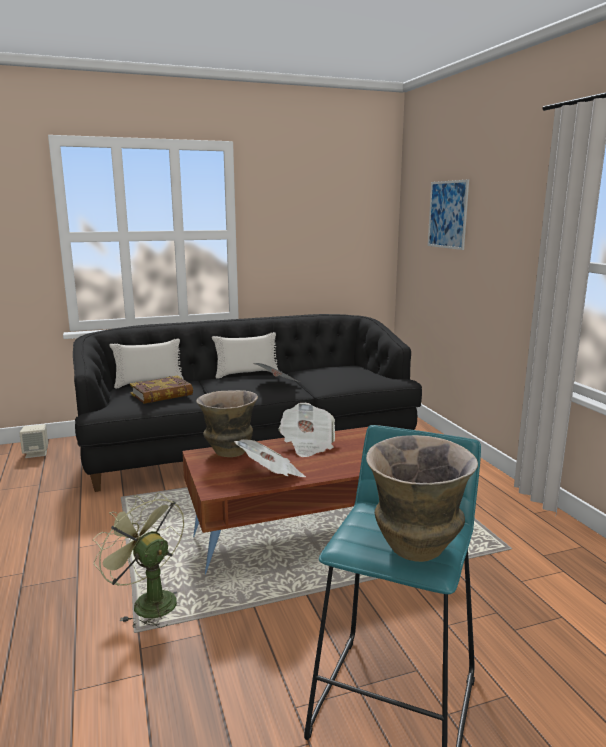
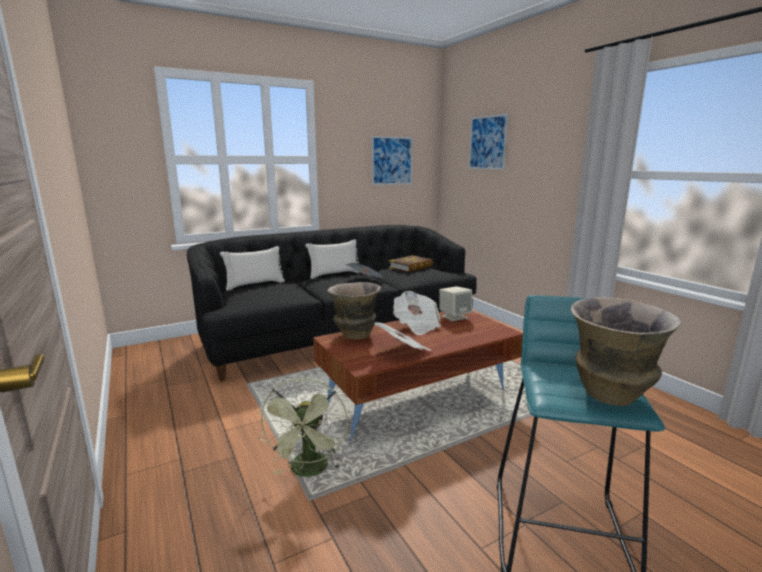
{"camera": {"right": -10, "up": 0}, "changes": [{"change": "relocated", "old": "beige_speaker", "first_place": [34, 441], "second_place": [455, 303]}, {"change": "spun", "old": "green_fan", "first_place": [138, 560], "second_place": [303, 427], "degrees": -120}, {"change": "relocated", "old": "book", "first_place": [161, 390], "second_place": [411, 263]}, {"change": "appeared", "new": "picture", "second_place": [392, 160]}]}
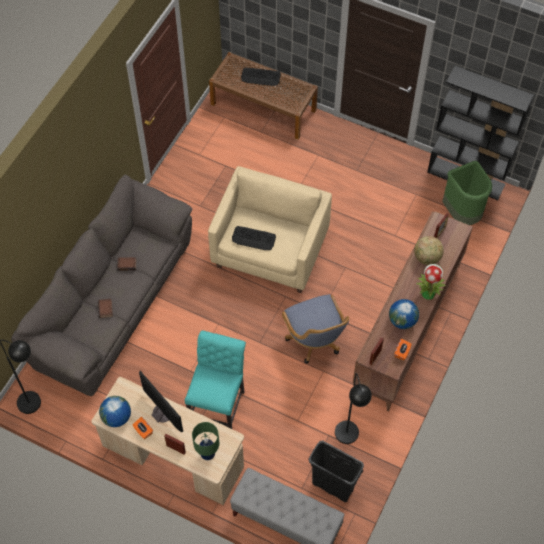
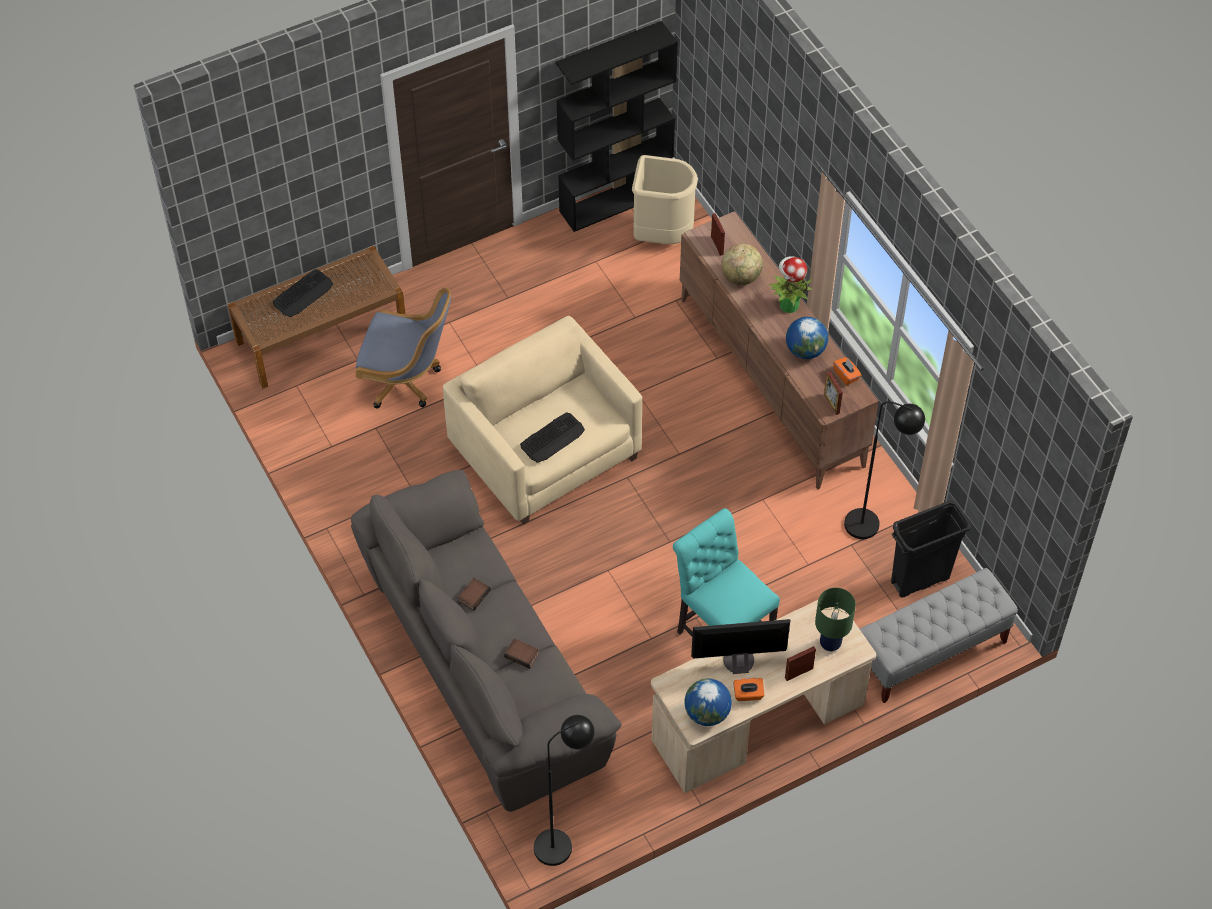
{"camera": {"right": -55, "up": -5}, "changes": [{"change": "relocated", "old": "blue_office_chair", "first_place": [315, 328], "second_place": [403, 348]}, {"change": "colour", "old": "green_trash_can", "new": "beige_trash_can", "first_place": [467, 193], "second_place": [665, 199]}]}
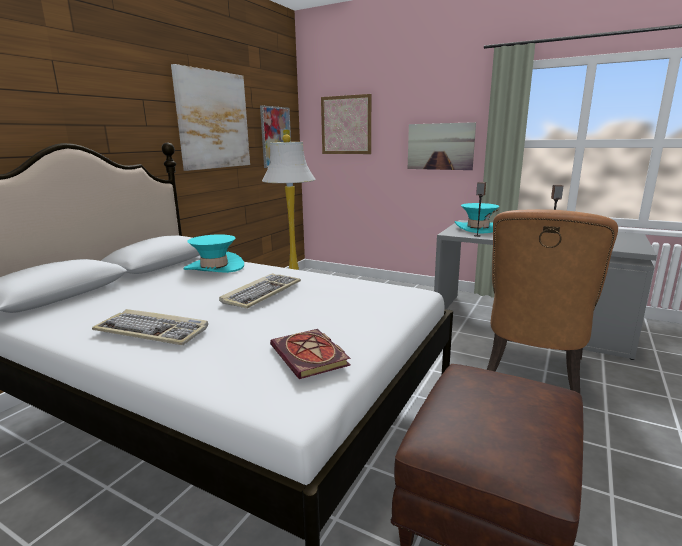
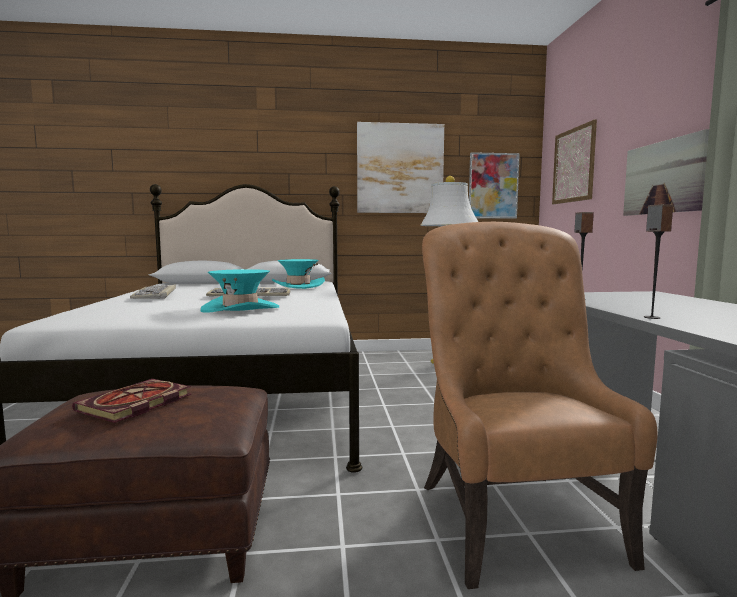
{"camera": {"right": 55, "up": -10}, "changes": [{"change": "relocated", "old": "book", "first_place": [310, 354], "second_place": [131, 401]}, {"change": "relocated", "old": "turquoise_hat", "first_place": [477, 218], "second_place": [239, 291]}, {"change": "spun", "old": "brown_chair", "first_place": [552, 301], "second_place": [540, 405], "degrees": 90}]}
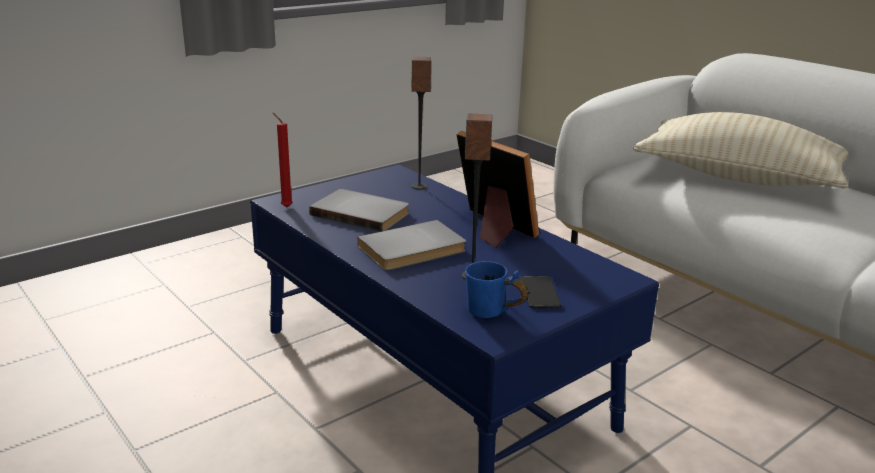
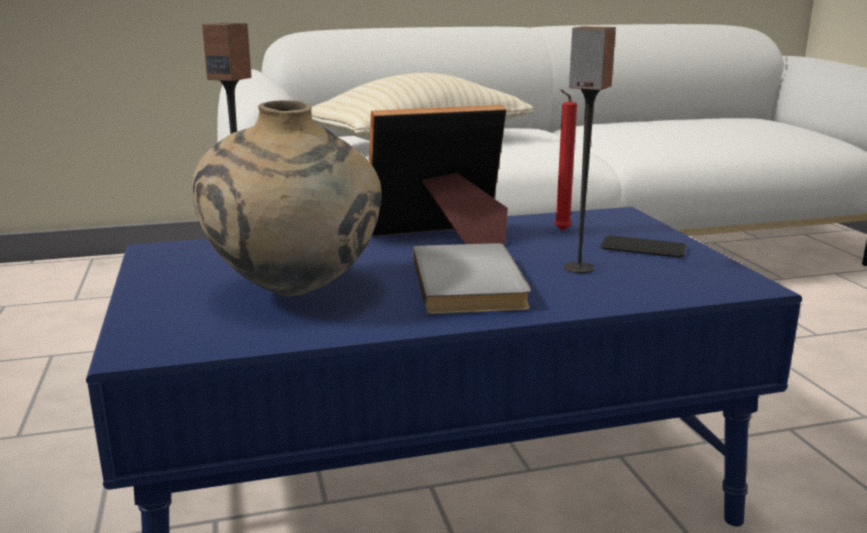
{"camera": {"right": -65, "up": -5}, "changes": [{"change": "relocated", "old": "red_candle", "first_place": [283, 160], "second_place": [565, 160]}, {"change": "exchanged", "old": "grey_book", "new": "beige_vase", "first_place": [359, 210], "second_place": [286, 198]}, {"change": "missing", "old": "blue_mug", "first_place": [496, 289]}]}
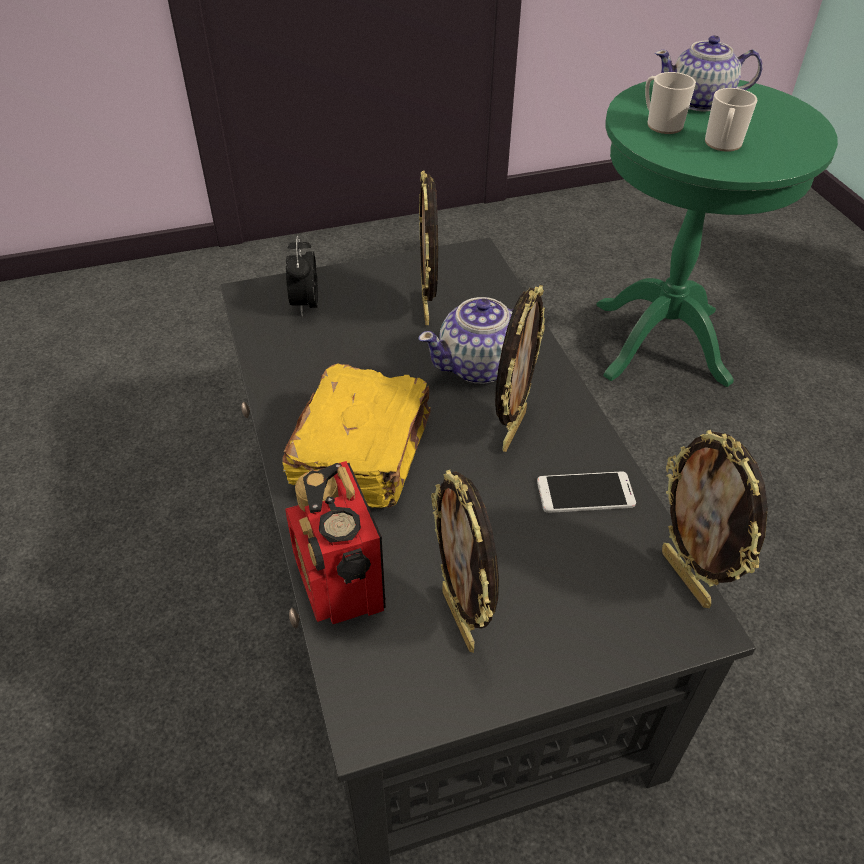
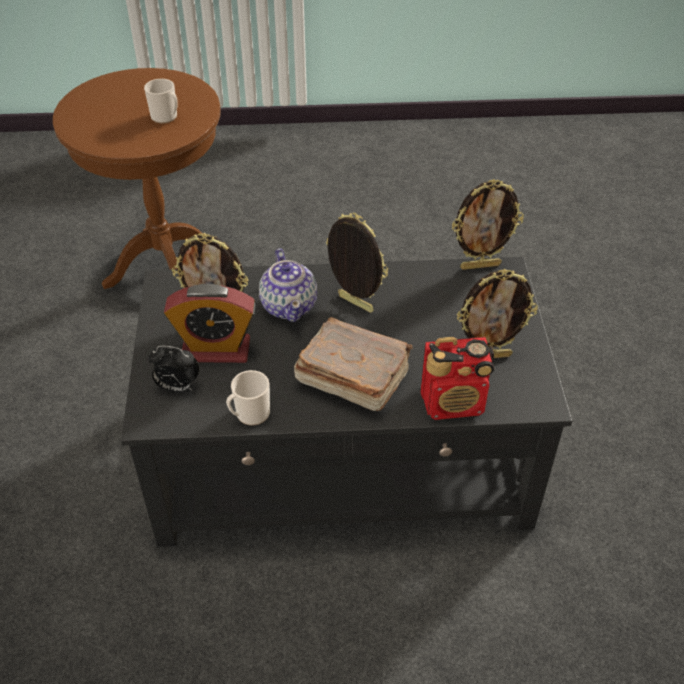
{"camera": {"right": -75, "up": 0}, "changes": [{"change": "colour", "old": "yellow_book", "new": "brown_book", "first_place": [356, 436], "second_place": [353, 364]}, {"change": "missing", "old": "phone", "first_place": [586, 492]}, {"change": "colour", "old": "green_side_table", "new": "brown_side_table", "first_place": [717, 233], "second_place": [137, 178]}, {"change": "relocated", "old": "mug", "first_place": [670, 103], "second_place": [248, 397]}, {"change": "missing", "old": "teapot", "first_place": [709, 73]}, {"change": "appeared", "new": "alarm_clock", "second_place": [210, 323]}]}
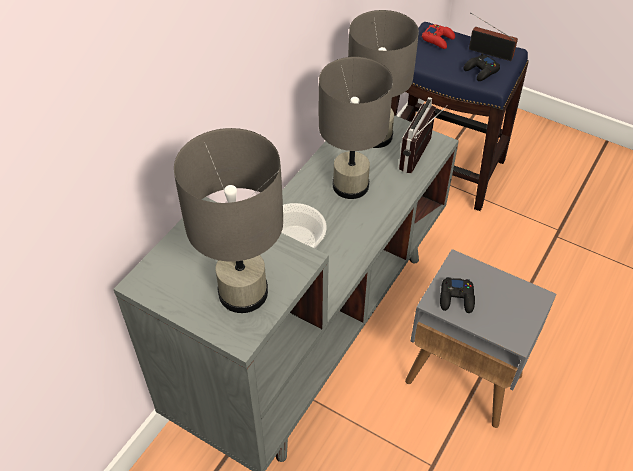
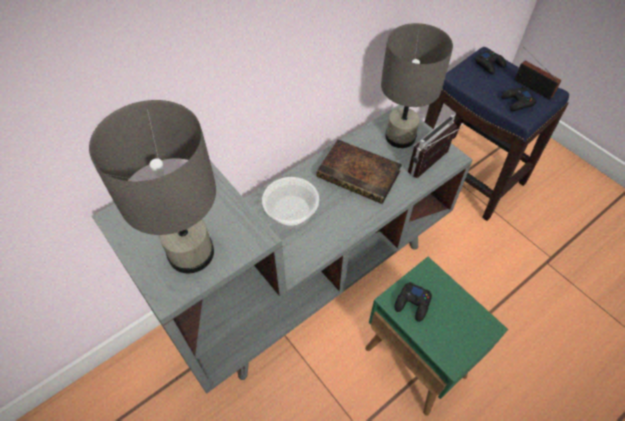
{"camera": {"right": 20, "up": 5}, "changes": [{"change": "exchanged", "old": "grey_table_lamp", "new": "book", "first_place": [356, 128], "second_place": [359, 171]}, {"change": "colour", "old": "grey_side_table", "new": "green_side_table", "first_place": [480, 338], "second_place": [436, 336]}, {"change": "colour", "old": "red_game_controller", "new": "black_game_controller", "first_place": [438, 36], "second_place": [490, 62]}]}
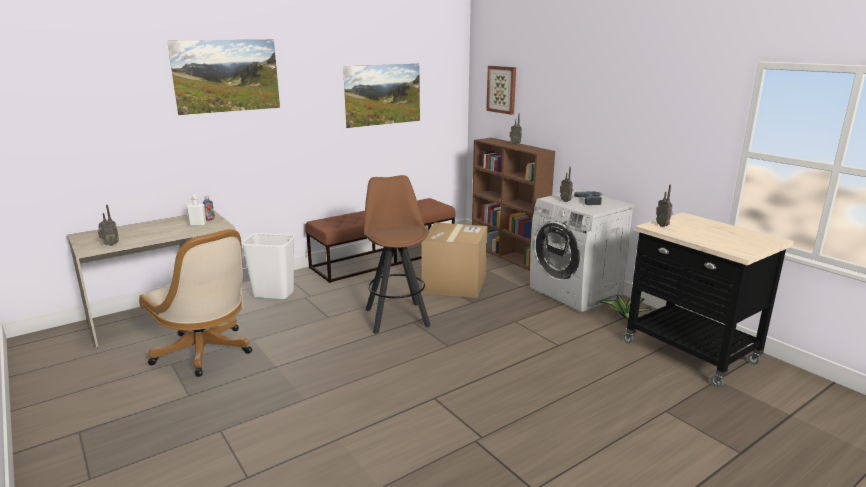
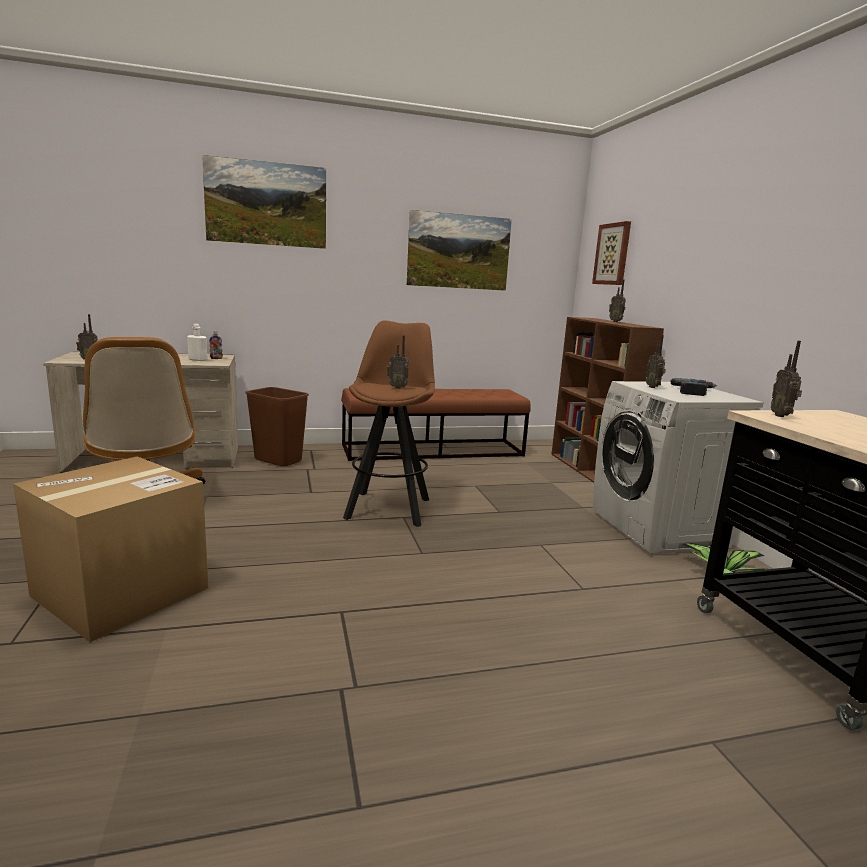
{"camera": {"right": 20, "up": -5}, "changes": [{"change": "colour", "old": "white_trash_can", "new": "brown_trash_can", "first_place": [268, 266], "second_place": [277, 427]}, {"change": "relocated", "old": "cardboard_box", "first_place": [454, 260], "second_place": [110, 549]}, {"change": "appeared", "new": "radio", "second_place": [398, 362]}]}
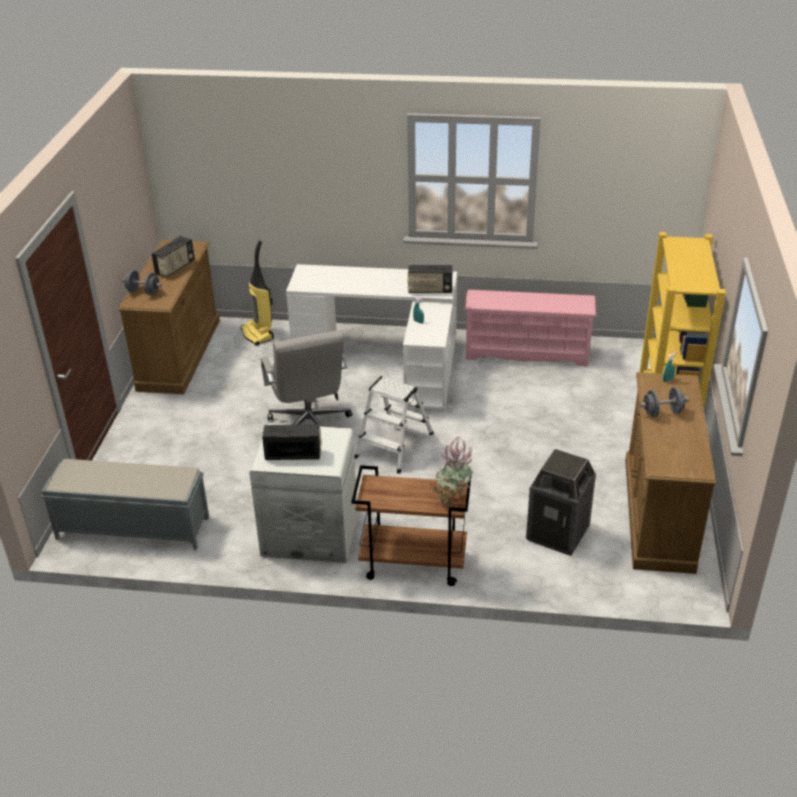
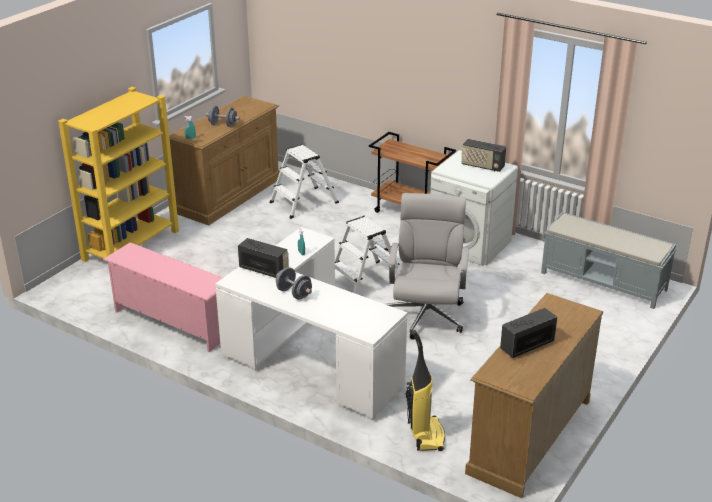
{"camera": {"right": -155, "up": -5}, "changes": [{"change": "relocated", "old": "grey_dumbbell", "first_place": [142, 282], "second_place": [294, 283]}, {"change": "missing", "old": "potted_plant", "first_place": [451, 472]}, {"change": "exchanged", "old": "trash_can", "new": "white_step_ladder", "first_place": [561, 502], "second_place": [304, 181]}]}
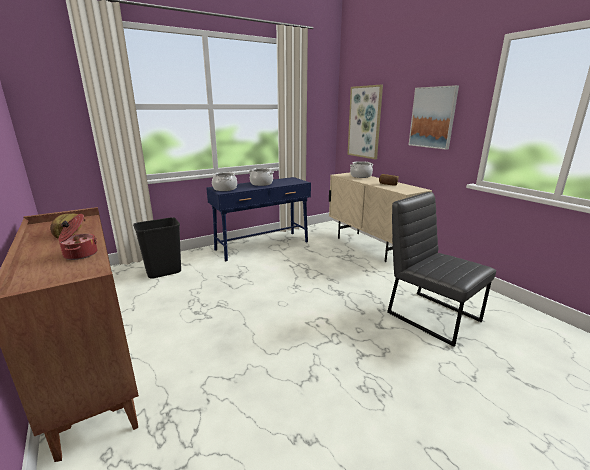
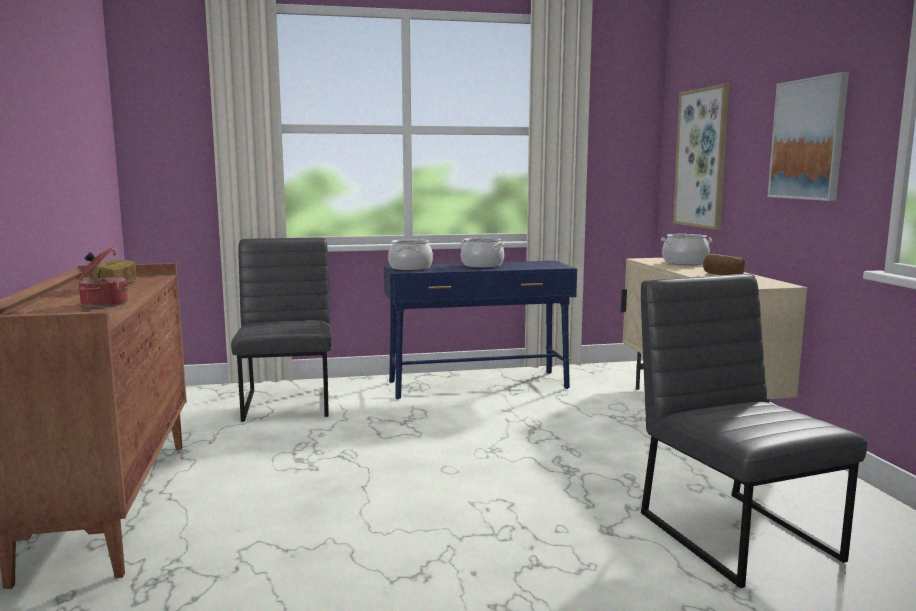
{"camera": {"right": 20, "up": -10}, "changes": [{"change": "exchanged", "old": "black_trash_can", "new": "grey_chair", "first_place": [157, 248], "second_place": [281, 330]}]}
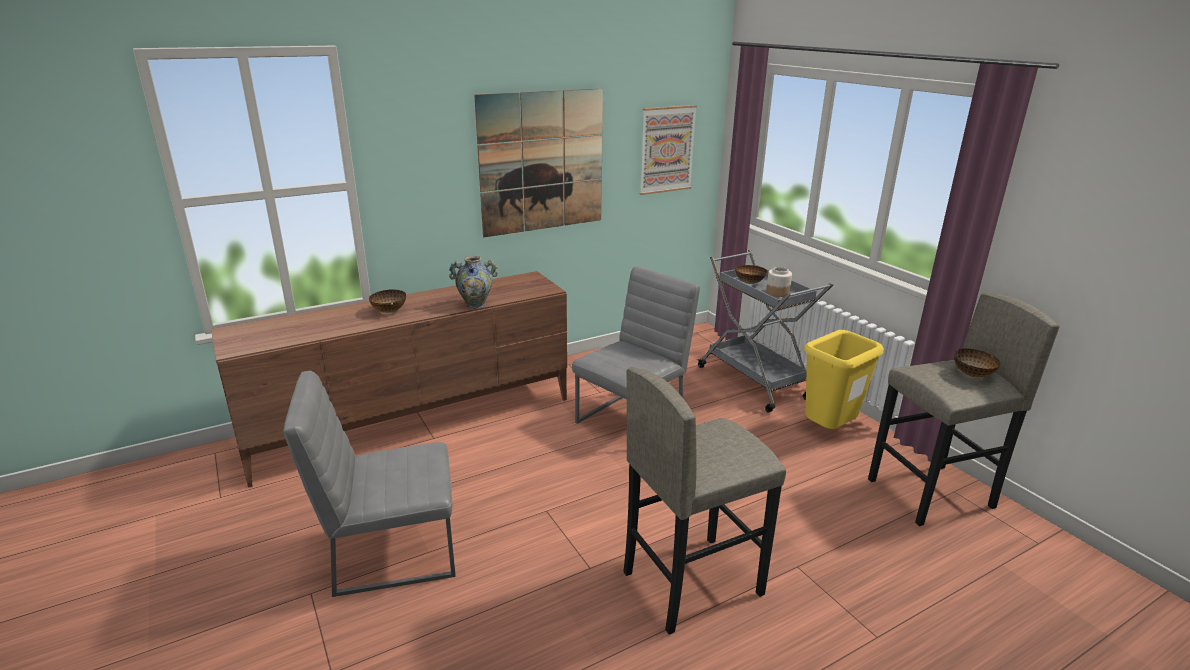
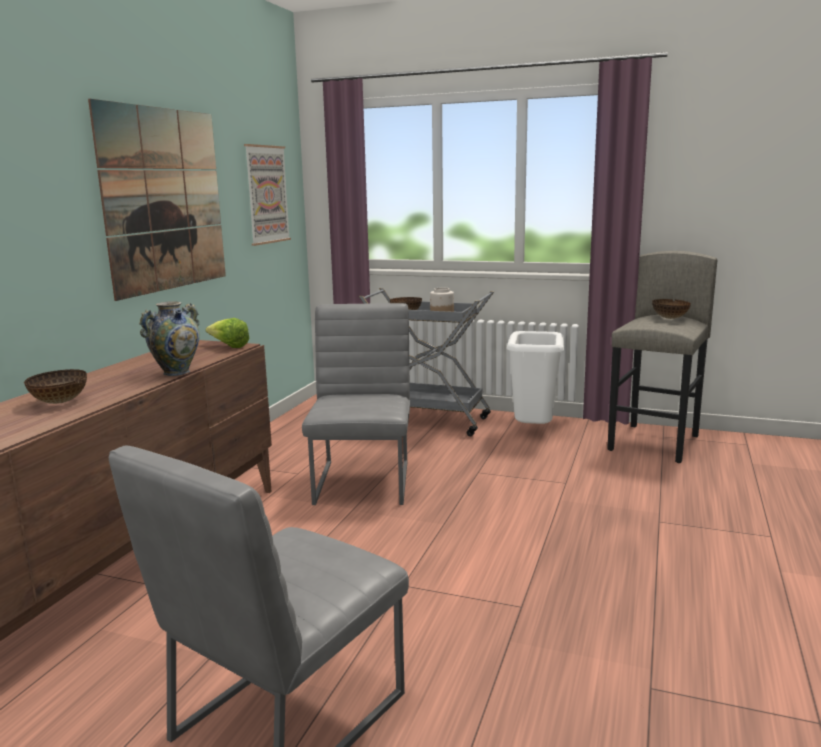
{"camera": {"right": -40, "up": -10}, "changes": [{"change": "missing", "old": "grey_stool", "first_place": [704, 500]}, {"change": "colour", "old": "yellow_trash_can", "new": "white_trash_can", "first_place": [844, 379], "second_place": [535, 377]}, {"change": "appeared", "new": "lettuce", "second_place": [227, 333]}]}
